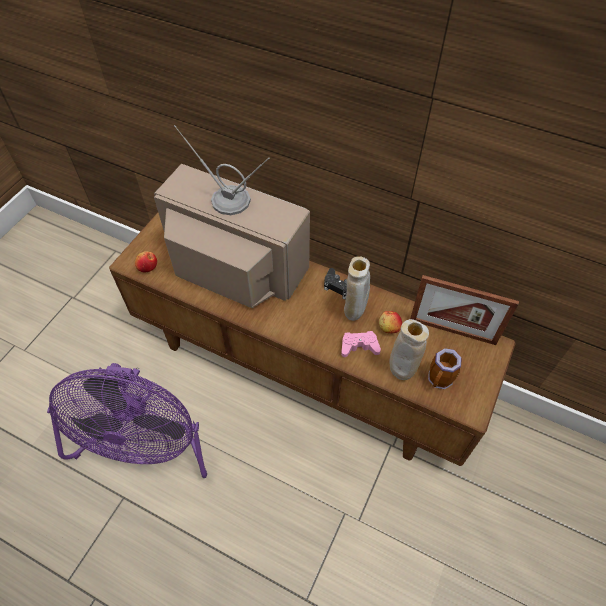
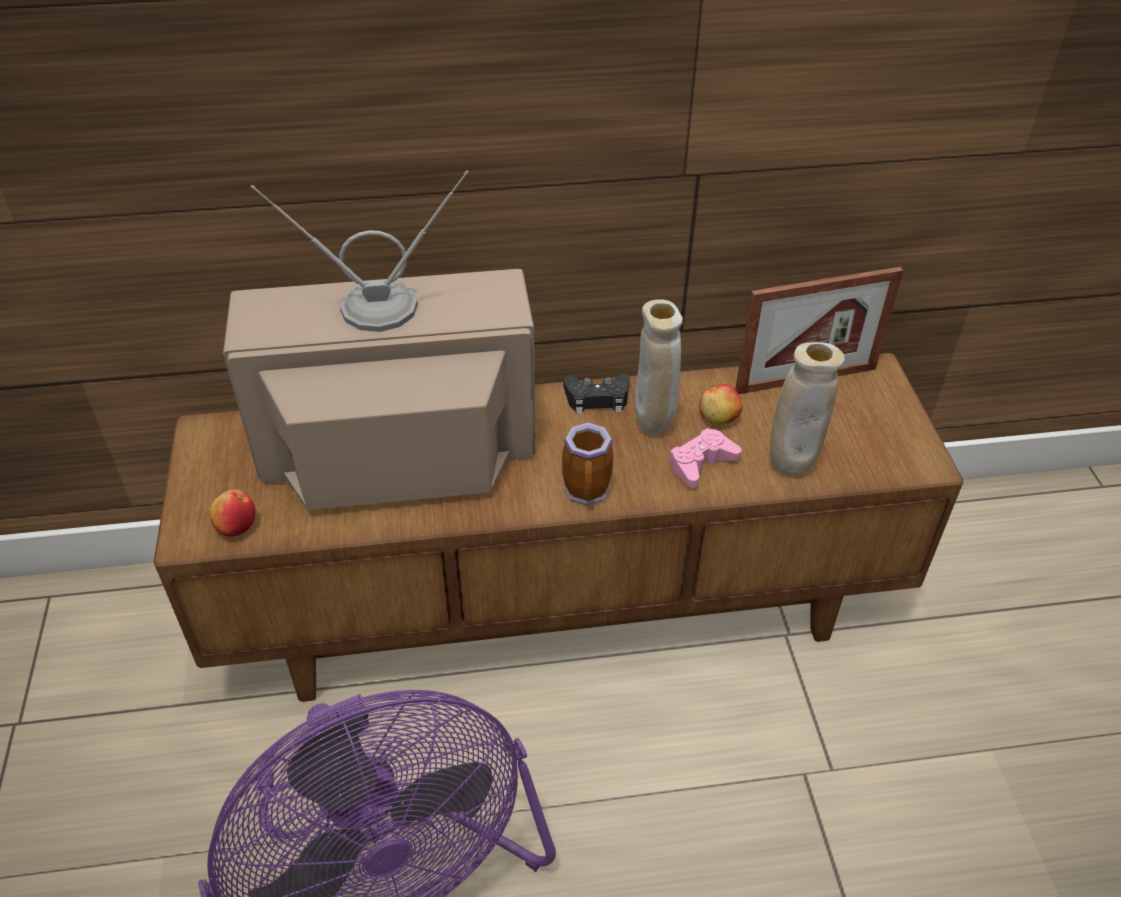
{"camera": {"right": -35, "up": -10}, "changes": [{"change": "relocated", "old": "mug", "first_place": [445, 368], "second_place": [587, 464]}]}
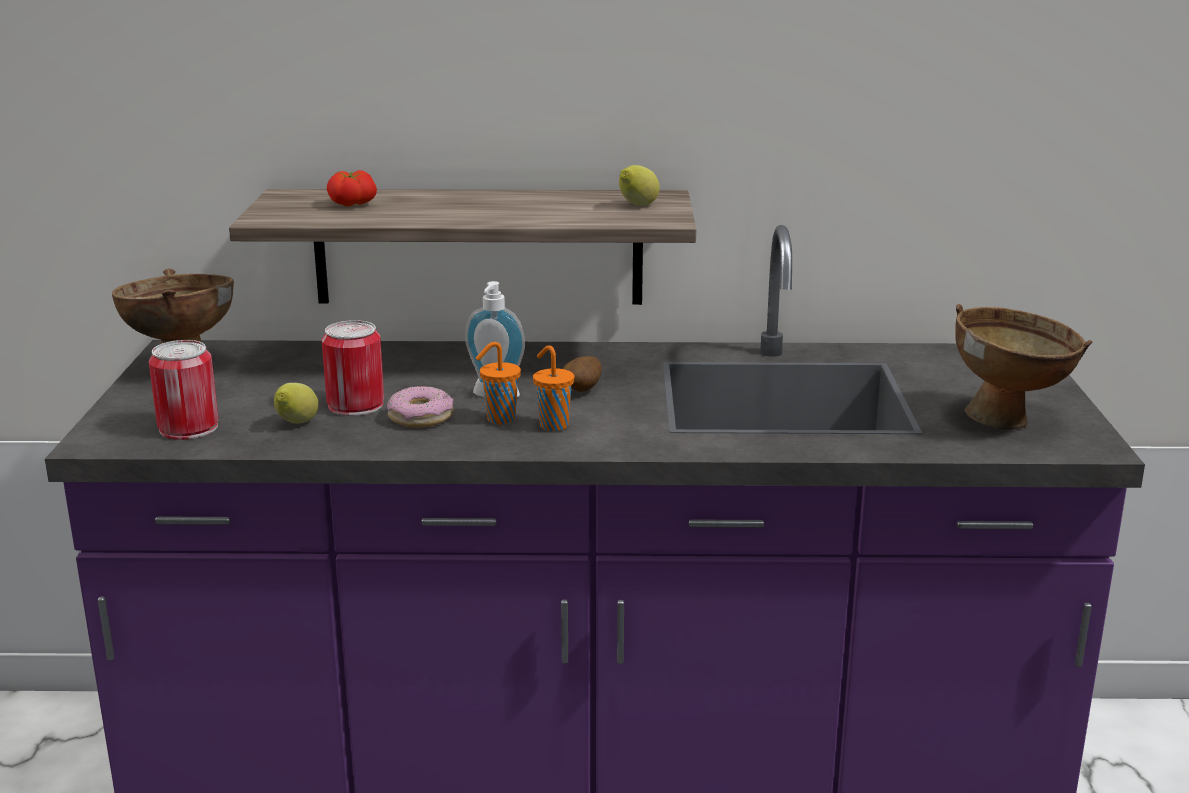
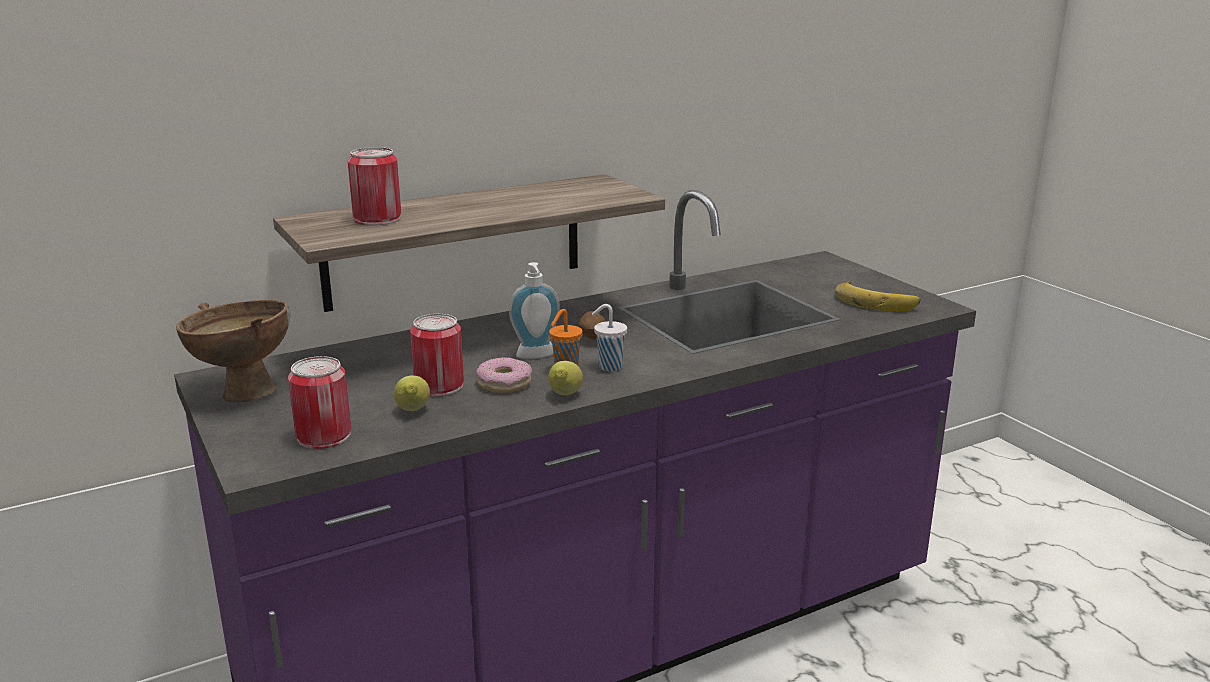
{"camera": {"right": -30, "up": 0}, "changes": [{"change": "exchanged", "old": "tomato", "new": "can", "first_place": [352, 188], "second_place": [374, 186]}, {"change": "colour", "old": "orange_cup", "new": "white_cup", "first_place": [553, 388], "second_place": [609, 337]}, {"change": "relocated", "old": "lemon", "first_place": [639, 185], "second_place": [565, 378]}, {"change": "exchanged", "old": "brown_bowl", "new": "banana", "first_place": [1023, 367], "second_place": [877, 295]}]}
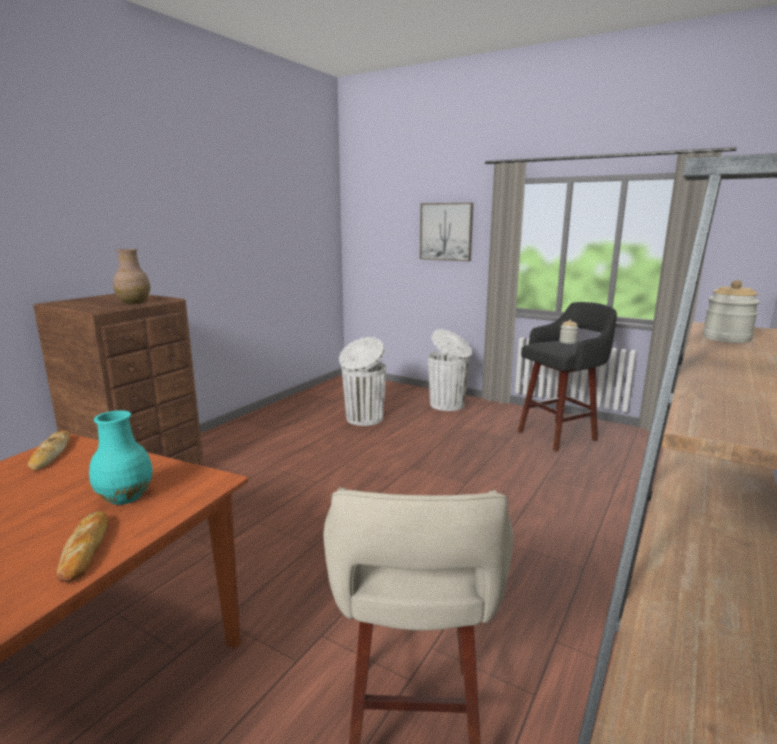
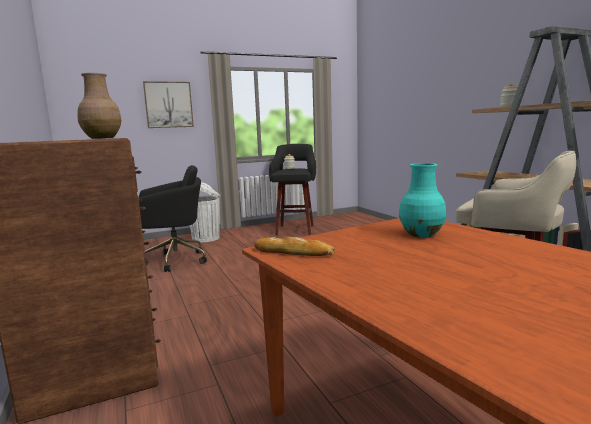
{"camera": {"right": -55, "up": -5}, "changes": [{"change": "missing", "old": "bread", "first_place": [82, 547]}, {"change": "exchanged", "old": "white_trash_can", "new": "black_office_chair", "first_place": [363, 381], "second_place": [173, 218]}]}
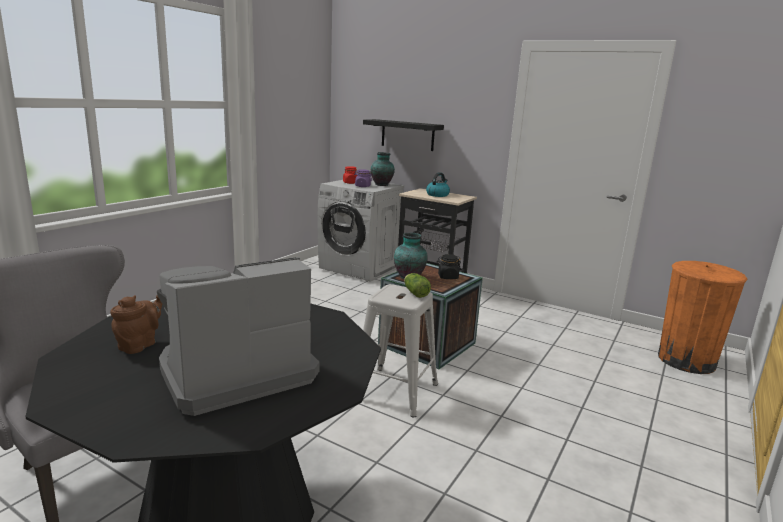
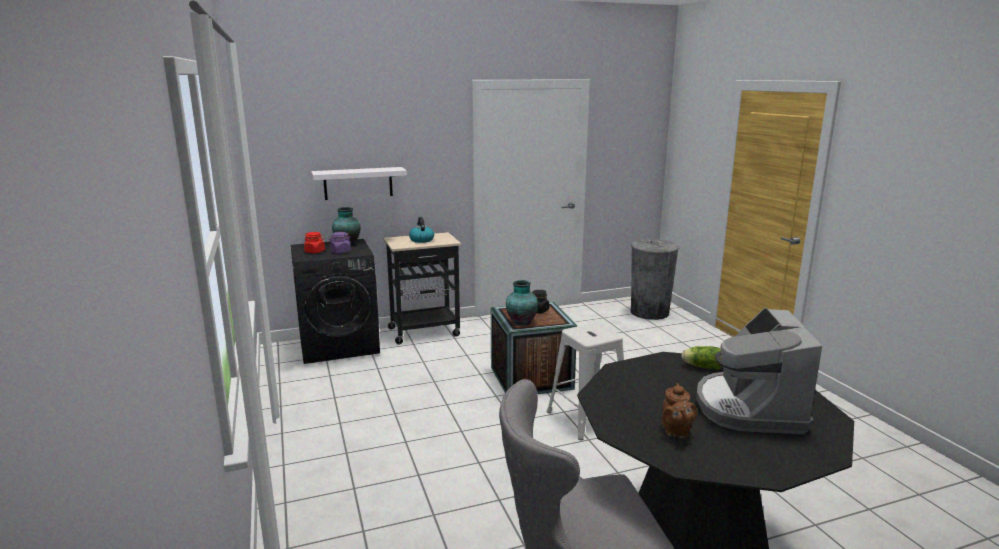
{"camera": {"right": -50, "up": 0}, "changes": [{"change": "spun", "old": "brown_teapot", "first_place": [136, 324], "second_place": [679, 411], "degrees": -150}, {"change": "colour", "old": "white_washing_machine", "new": "black_washing_machine", "first_place": [361, 231], "second_place": [335, 301]}, {"change": "colour", "old": "black_shelf", "new": "white_shelf", "first_place": [403, 135], "second_place": [359, 183]}, {"change": "relocated", "old": "lettuce", "first_place": [417, 285], "second_place": [701, 358]}, {"change": "colour", "old": "orange_trash_can", "new": "grey_trash_can", "first_place": [702, 317], "second_place": [655, 279]}]}
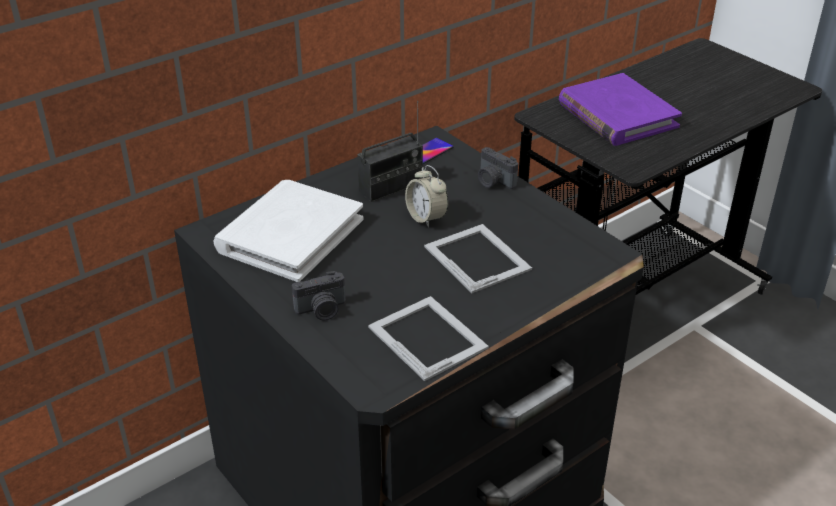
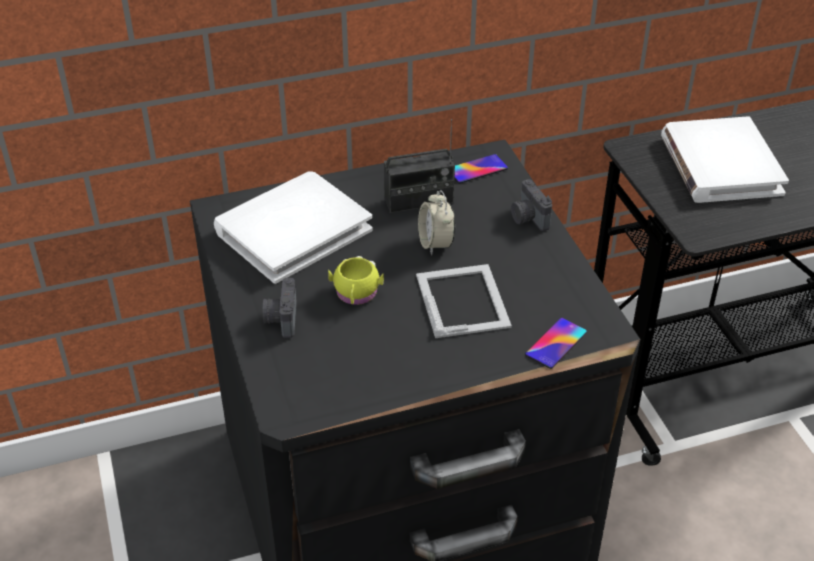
{"camera": {"right": 20, "up": 5}, "changes": [{"change": "spun", "old": "photo_camera", "first_place": [319, 296], "second_place": [280, 308], "degrees": 90}, {"change": "missing", "old": "picture_frame", "first_place": [428, 338]}, {"change": "colour", "old": "purple_book", "new": "white_book", "first_place": [620, 109], "second_place": [725, 159]}, {"change": "appeared", "new": "yellow_mug", "second_place": [356, 280]}, {"change": "appeared", "new": "phone", "second_place": [556, 343]}]}
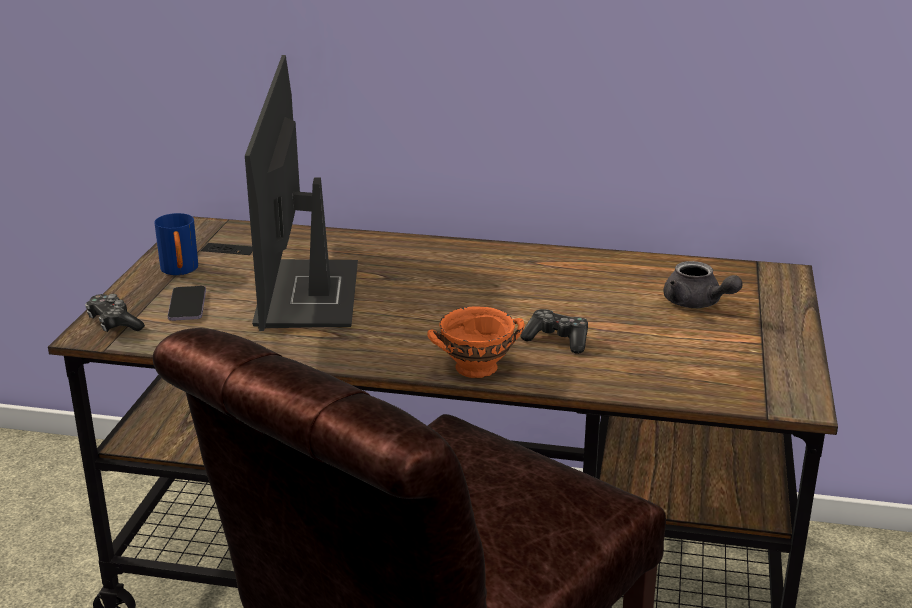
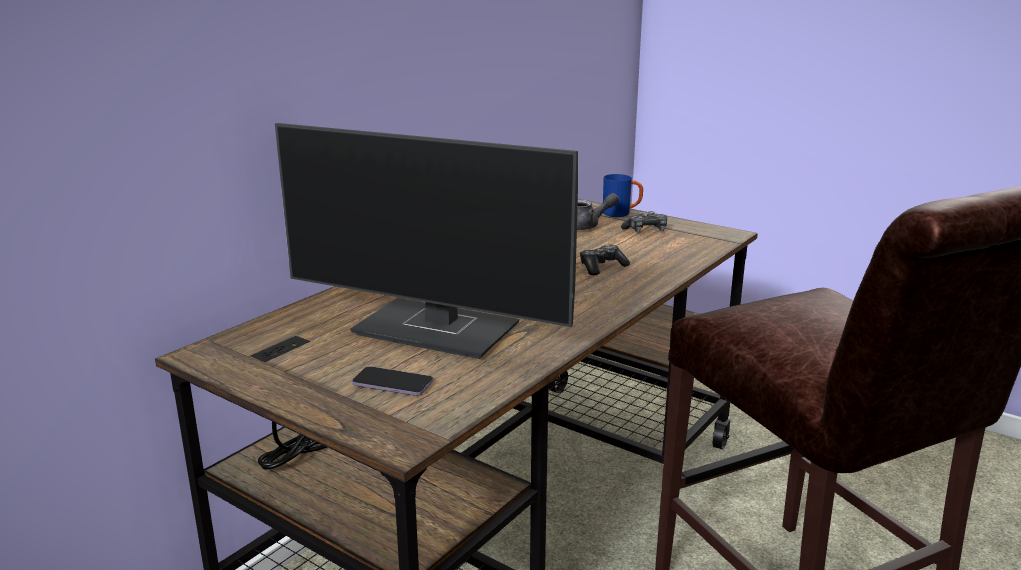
{"camera": {"right": -65, "up": -5}, "changes": [{"change": "relocated", "old": "game_controller", "first_place": [115, 313], "second_place": [644, 221]}, {"change": "relocated", "old": "blue_mug", "first_place": [176, 244], "second_place": [623, 195]}, {"change": "missing", "old": "orange_bowl", "first_place": [476, 342]}]}
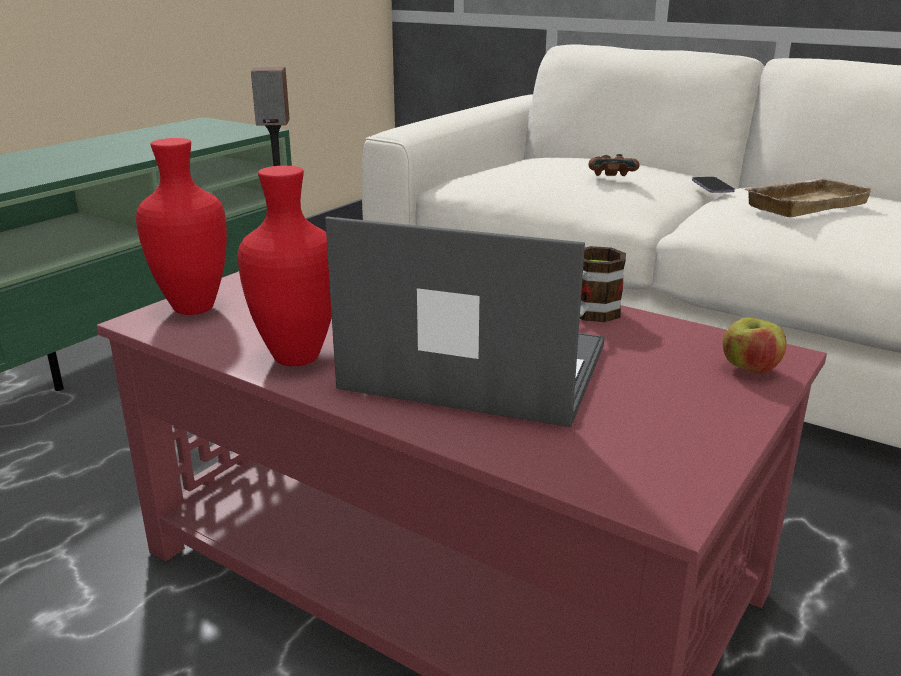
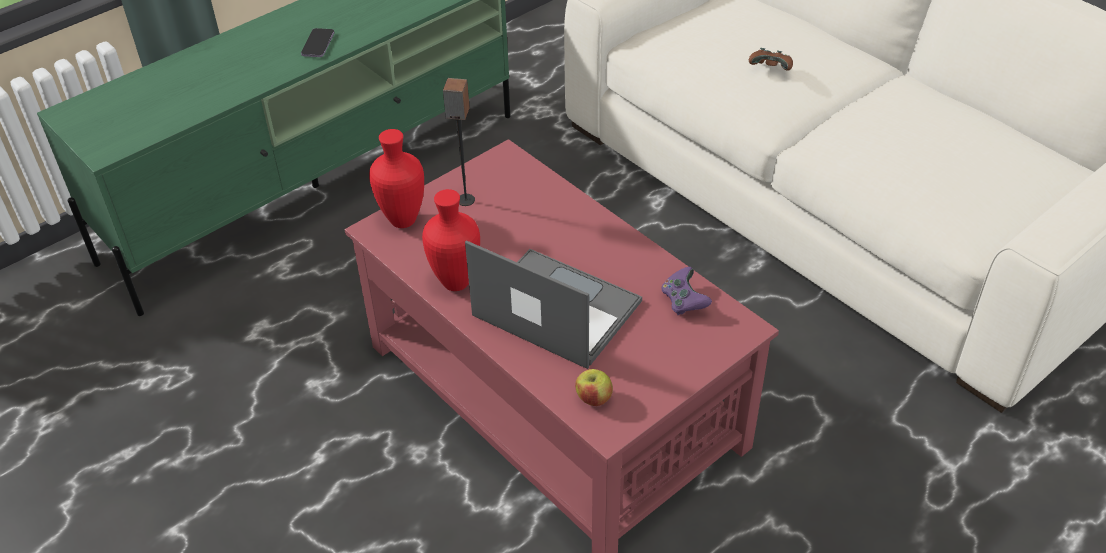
{"camera": {"right": 15, "up": 20}, "changes": [{"change": "missing", "old": "mug", "first_place": [603, 284]}, {"change": "relocated", "old": "phone", "first_place": [713, 185], "second_place": [317, 42]}, {"change": "relocated", "old": "apple", "first_place": [755, 346], "second_place": [594, 387]}, {"change": "missing", "old": "beige_tray", "first_place": [809, 197]}, {"change": "appeared", "new": "purple_game_controller", "second_place": [687, 291]}]}
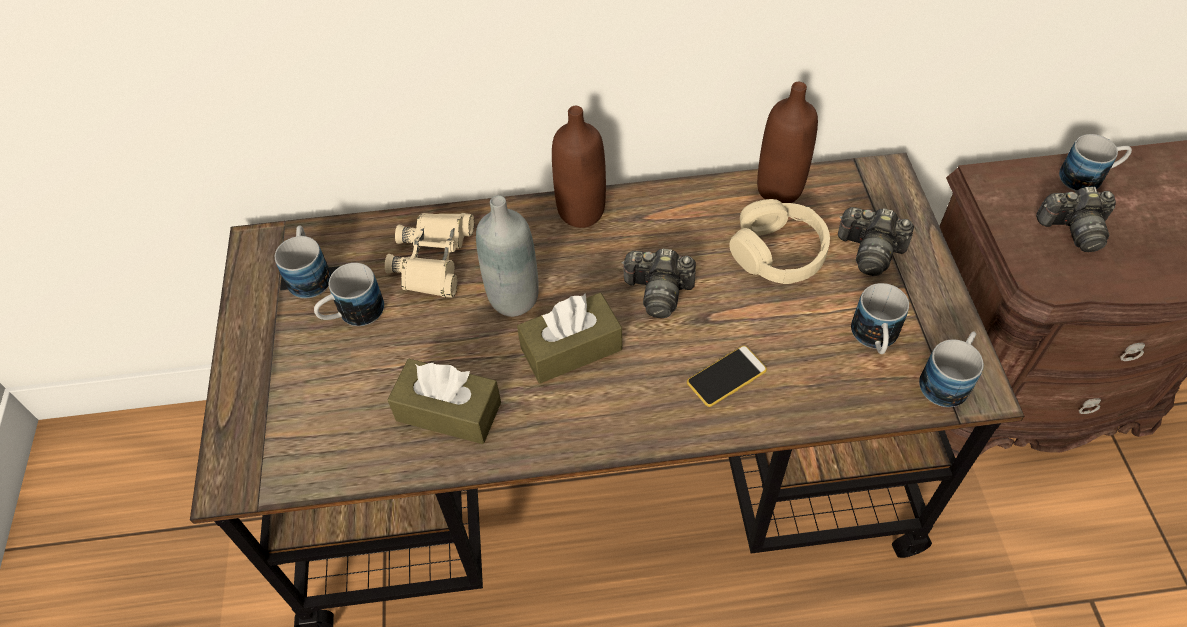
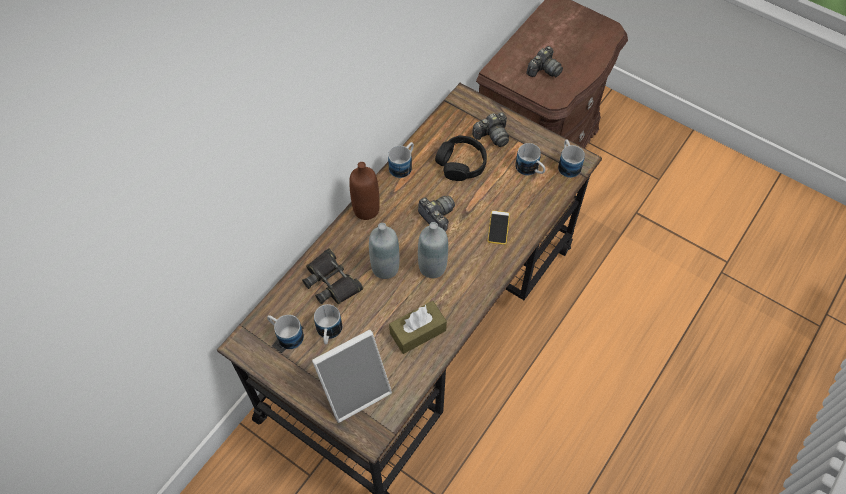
{"camera": {"right": -50, "up": 5}, "changes": [{"change": "colour", "old": "beige_binoculars", "new": "black_binoculars", "first_place": [429, 255], "second_place": [332, 276]}, {"change": "exchanged", "old": "brown_tissue_box", "new": "grey_bottle", "first_place": [569, 338], "second_place": [433, 250]}, {"change": "spun", "old": "photo_camera", "first_place": [658, 283], "second_place": [436, 213], "degrees": -90}, {"change": "colour", "old": "beige_headphones", "new": "black_headphones", "first_place": [779, 241], "second_place": [461, 158]}, {"change": "missing", "old": "brown_bottle", "first_place": [787, 142]}, {"change": "relocated", "old": "mug", "first_place": [1095, 162], "second_place": [401, 160]}, {"change": "appeared", "new": "picture_frame", "second_place": [352, 376]}]}
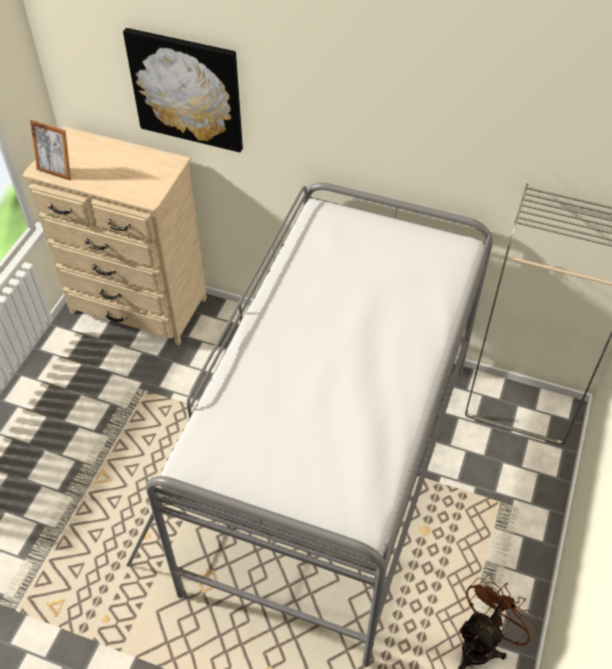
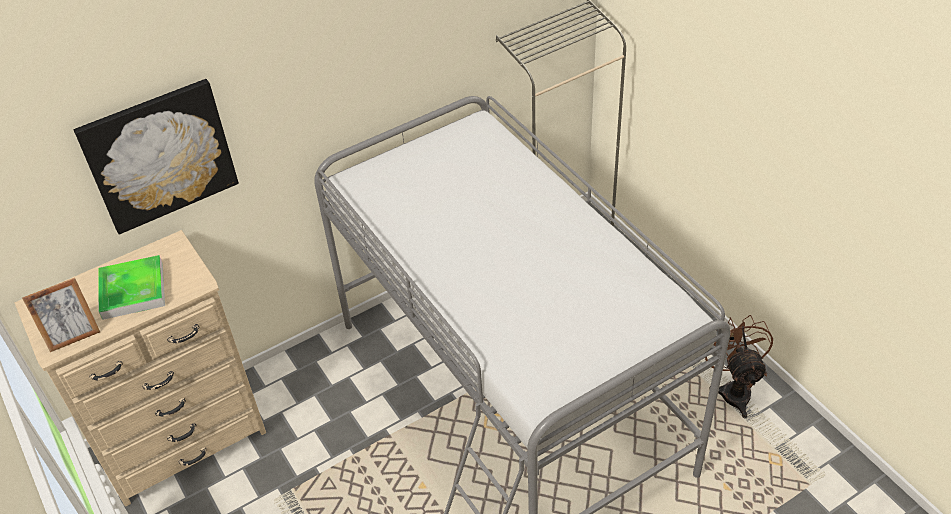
{"camera": {"right": -50, "up": -5}, "changes": [{"change": "appeared", "new": "tray", "second_place": [132, 287]}]}
